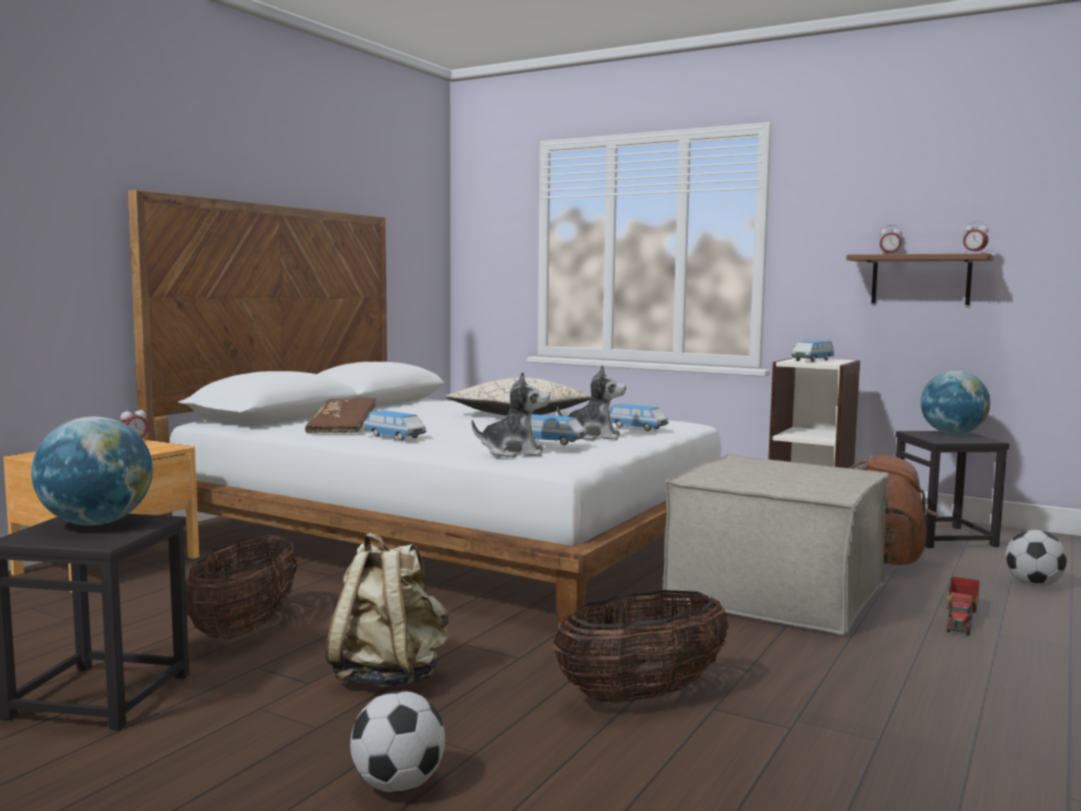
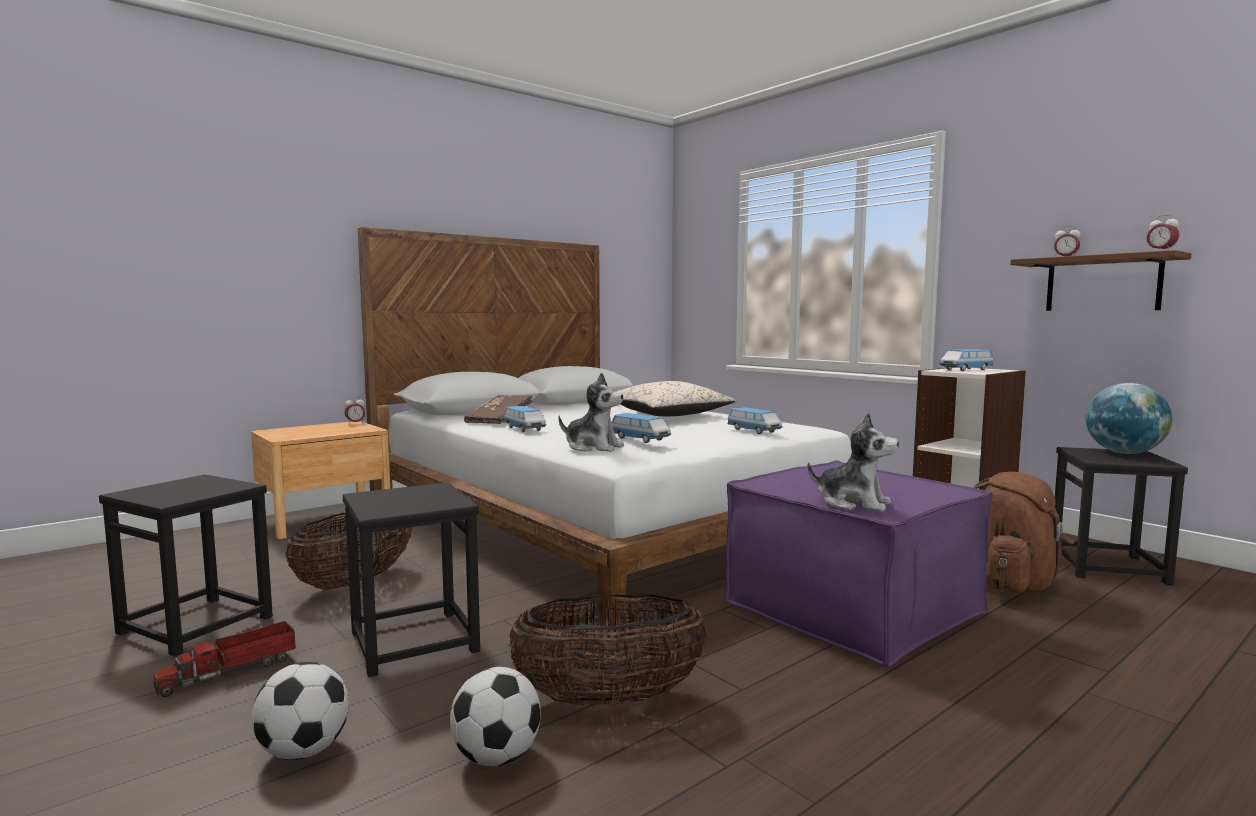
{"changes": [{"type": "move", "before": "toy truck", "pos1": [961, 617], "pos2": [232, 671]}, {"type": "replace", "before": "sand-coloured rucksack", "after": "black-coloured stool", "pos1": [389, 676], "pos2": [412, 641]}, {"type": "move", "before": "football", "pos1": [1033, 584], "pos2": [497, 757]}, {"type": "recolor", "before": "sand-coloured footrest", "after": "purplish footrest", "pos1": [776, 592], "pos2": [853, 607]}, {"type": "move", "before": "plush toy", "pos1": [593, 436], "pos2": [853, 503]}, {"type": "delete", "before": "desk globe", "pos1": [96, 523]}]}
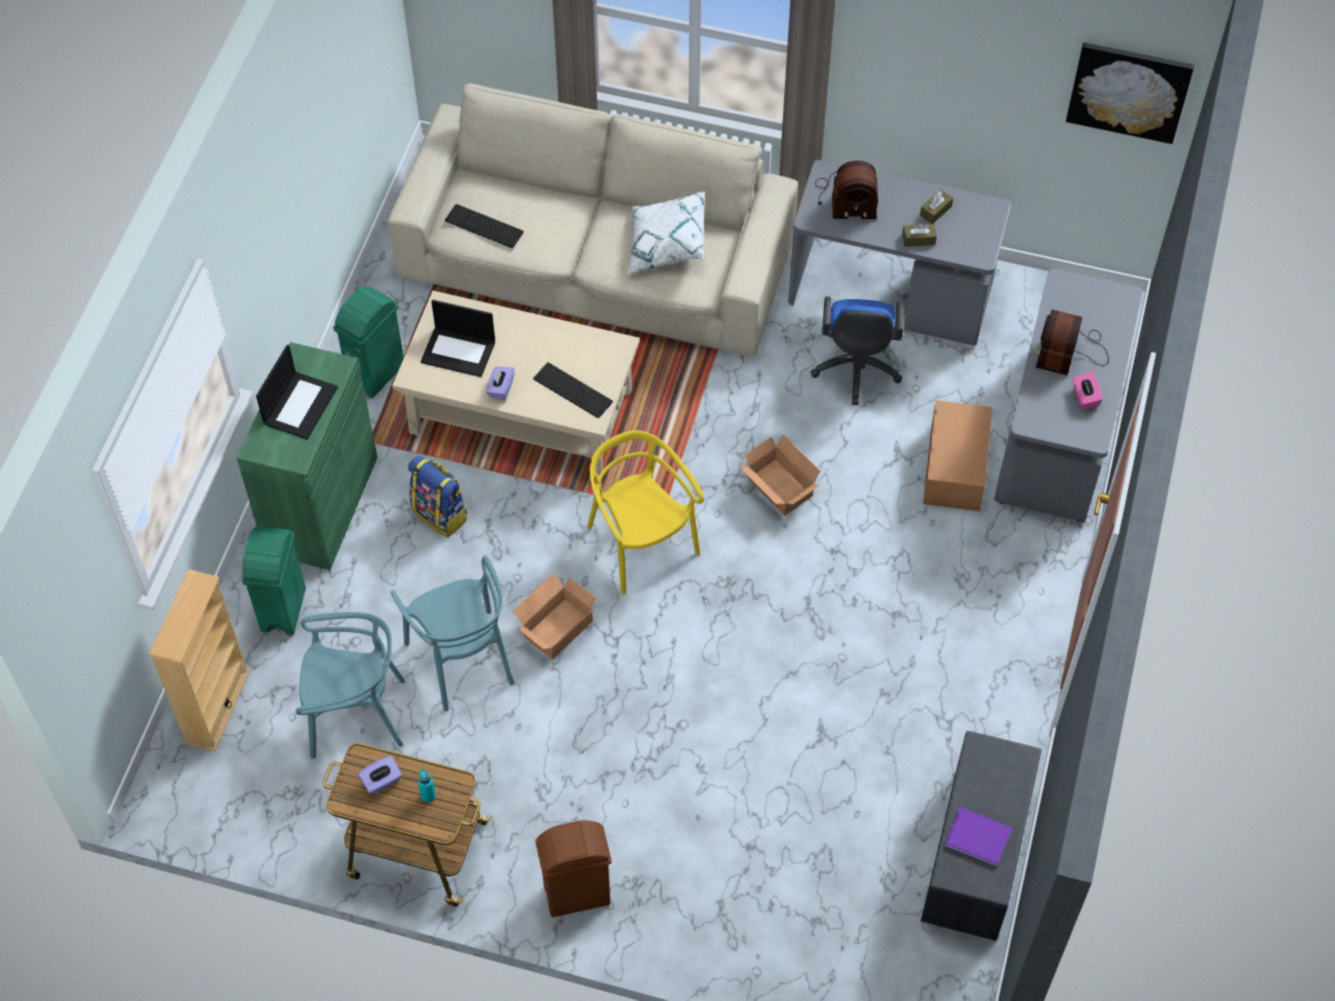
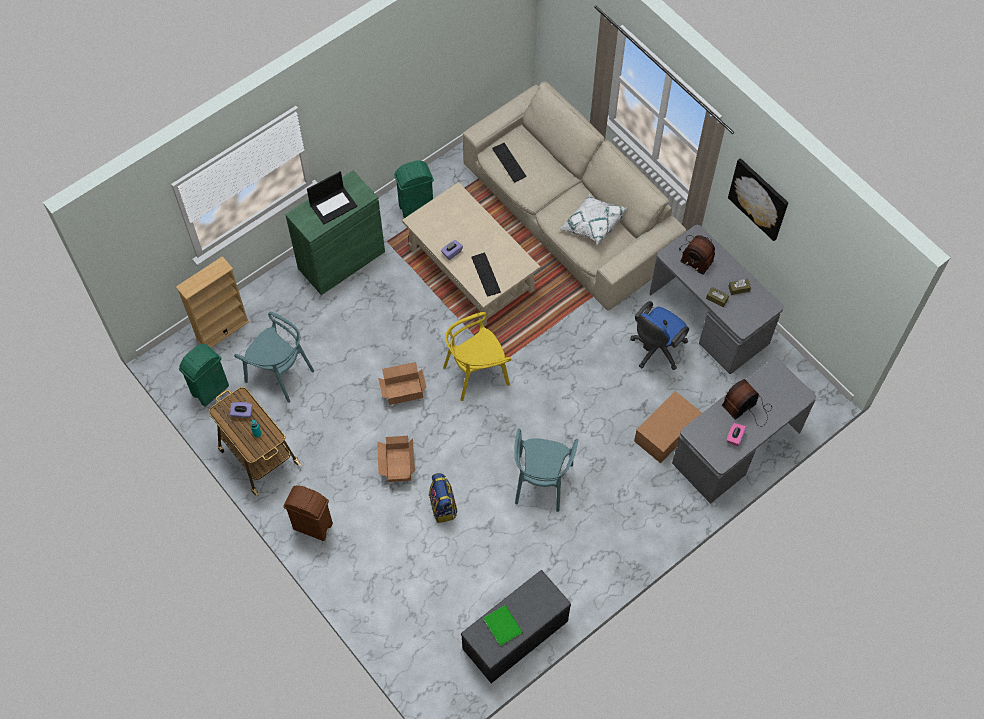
{"changes": [{"type": "move", "before": "greenish trash can", "pos1": [282, 610], "pos2": [210, 390]}, {"type": "move", "before": "carton", "pos1": [779, 490], "pos2": [397, 466]}, {"type": "move", "before": "rucksack", "pos1": [441, 514], "pos2": [443, 506]}, {"type": "rotate", "before": "yellow upright chair", "pos1": [640, 543], "pos2": [476, 373], "turn": -120}, {"type": "recolor", "before": "purplish book", "after": "greenish book", "pos1": [976, 835], "pos2": [503, 624]}, {"type": "move", "before": "turquoise-coloured upright chair", "pos1": [462, 660], "pos2": [541, 482]}, {"type": "move", "before": "picture", "pos1": [1129, 91], "pos2": [759, 198]}, {"type": "delete", "before": "laptop", "pos1": [459, 351]}]}
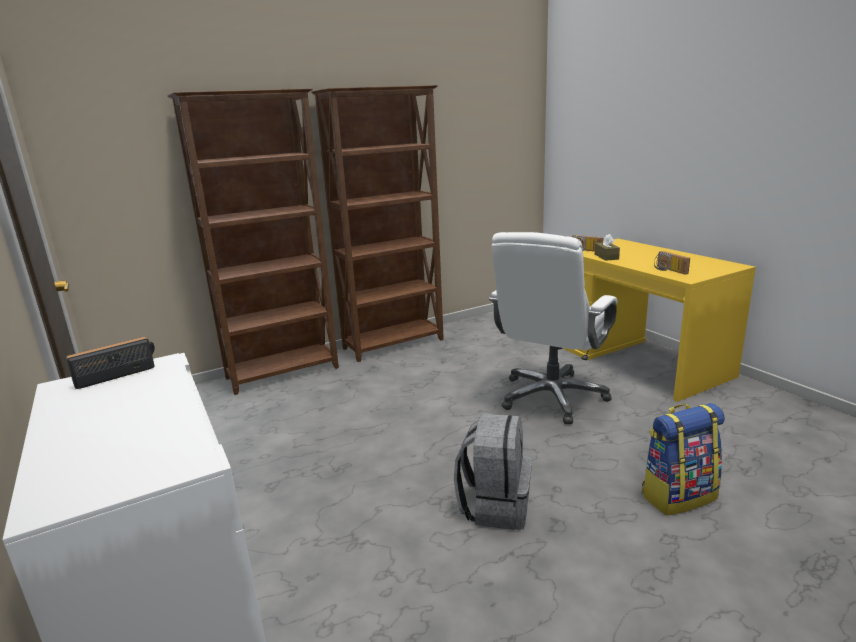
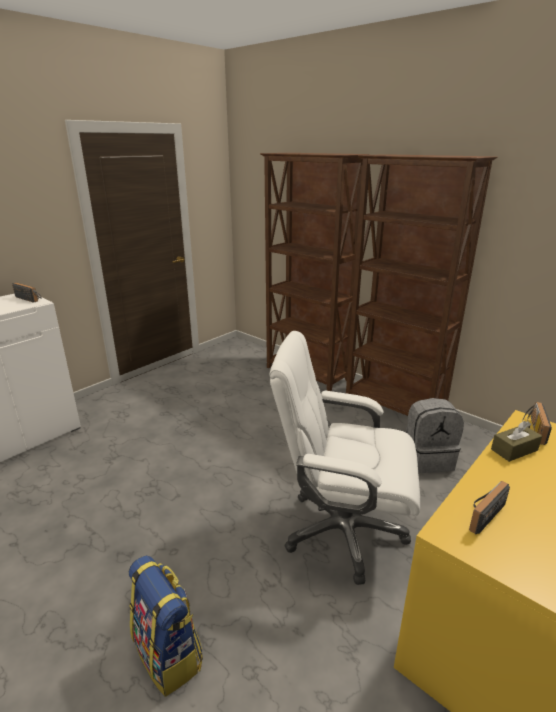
{"changes": [{"type": "move", "before": "grey rucksack", "pos1": [495, 506], "pos2": [427, 459]}]}
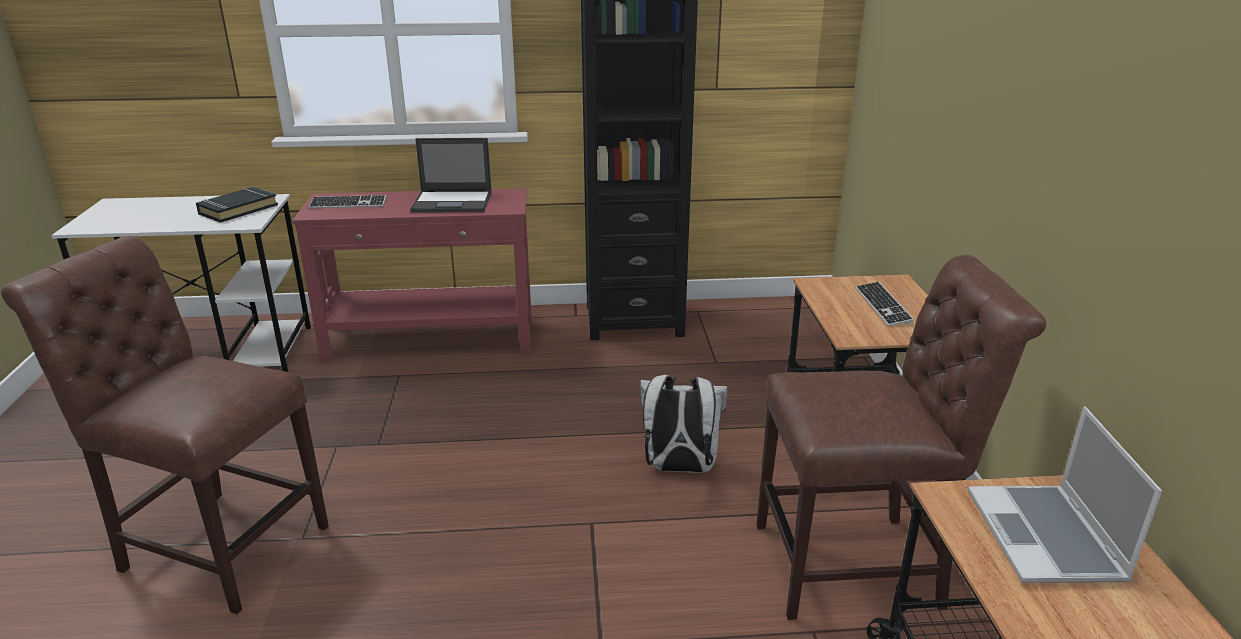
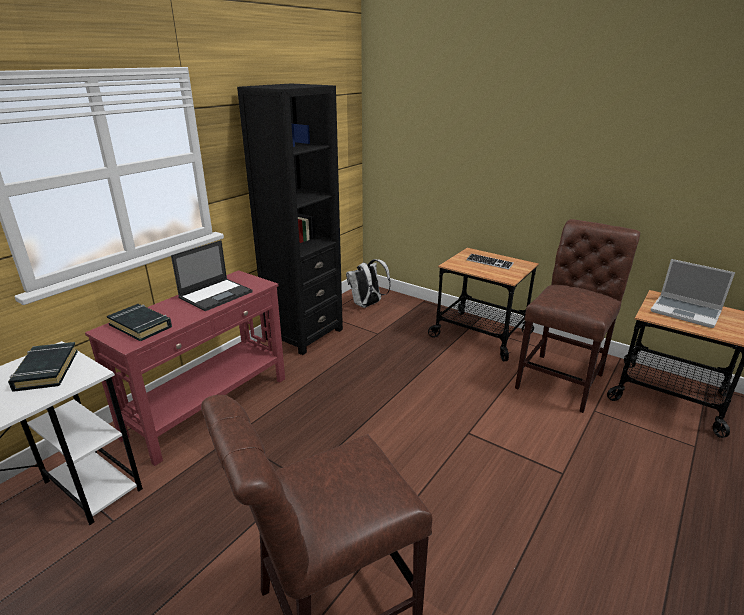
{"changes": [{"type": "replace", "before": "keyboard", "after": "black-coloured book", "pos1": [348, 204], "pos2": [141, 326]}, {"type": "move", "before": "white rucksack", "pos1": [679, 468], "pos2": [367, 305]}]}
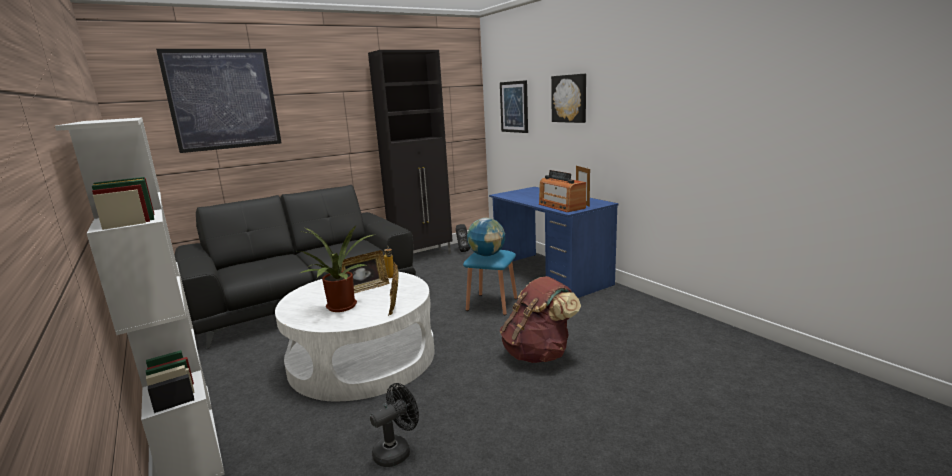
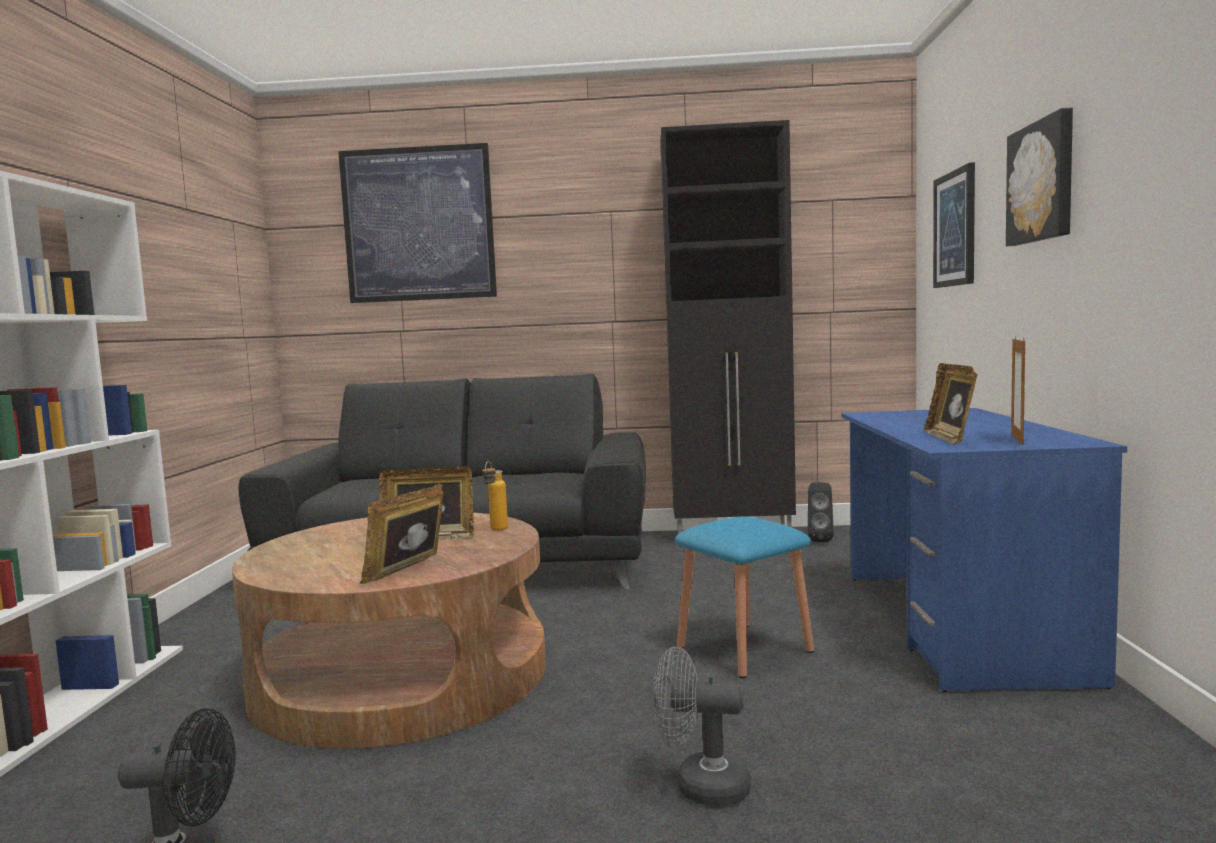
{"changes": [{"type": "recolor", "before": "white coffee table", "after": "brownish coffee table", "pos1": [362, 357], "pos2": [402, 674]}, {"type": "replace", "before": "brownish rucksack", "after": "grey cooling fan", "pos1": [538, 354], "pos2": [700, 786]}, {"type": "replace", "before": "radio receiver", "after": "picture frame", "pos1": [561, 206], "pos2": [950, 438]}, {"type": "delete", "before": "houseplant", "pos1": [341, 308]}, {"type": "delete", "before": "desk globe", "pos1": [487, 255]}]}
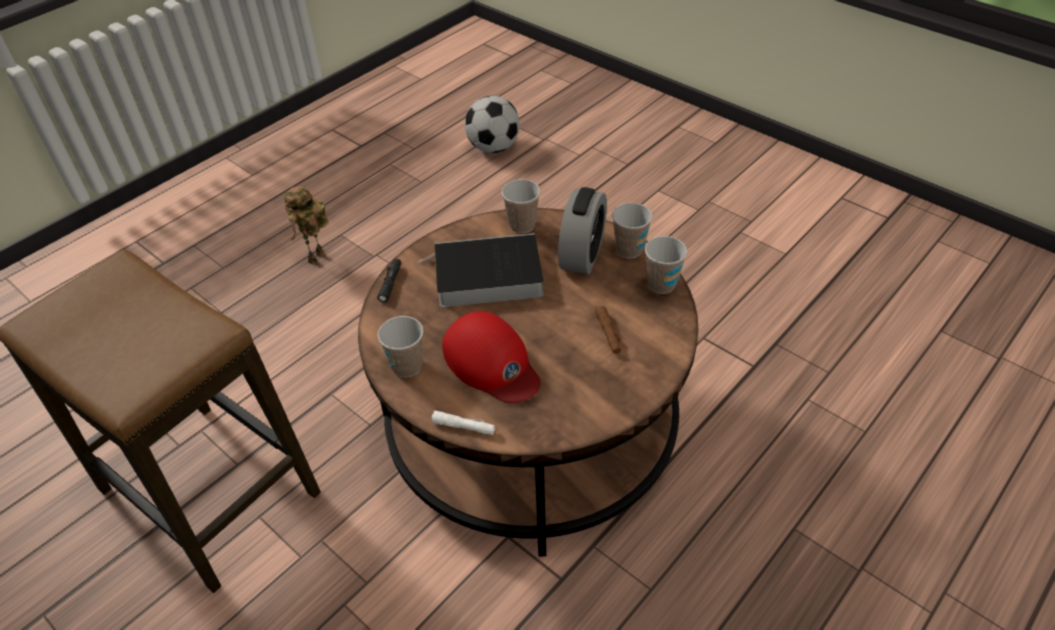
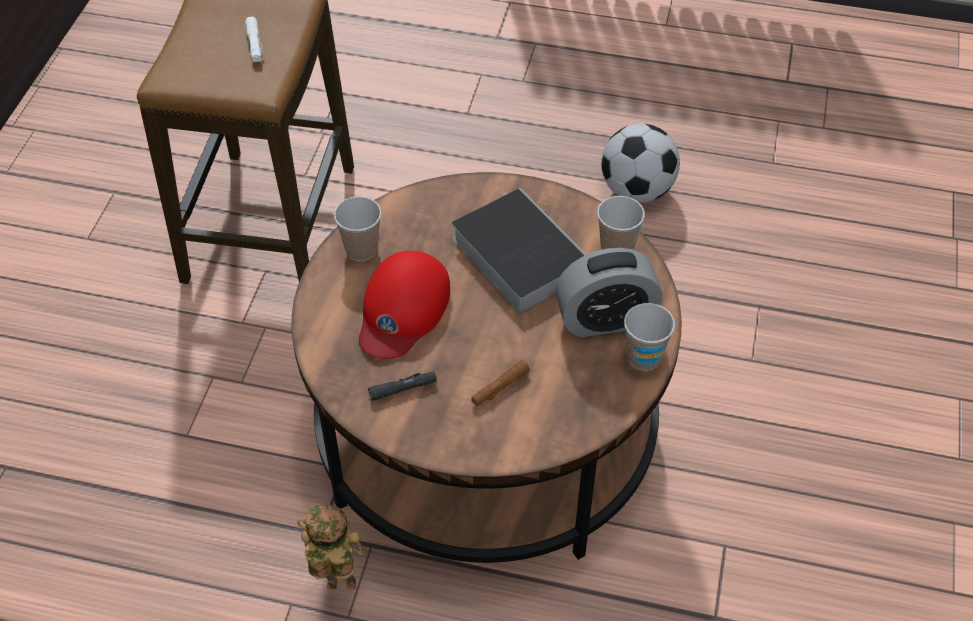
{"changes": [{"type": "move", "before": "white hand torch", "pos1": [464, 426], "pos2": [255, 44]}, {"type": "move", "before": "toy robot", "pos1": [317, 259], "pos2": [338, 588]}, {"type": "move", "before": "black-coloured hand torch", "pos1": [390, 283], "pos2": [403, 388]}, {"type": "move", "before": "football", "pos1": [494, 147], "pos2": [637, 190]}, {"type": "delete", "before": "drinking cup", "pos1": [661, 284]}]}
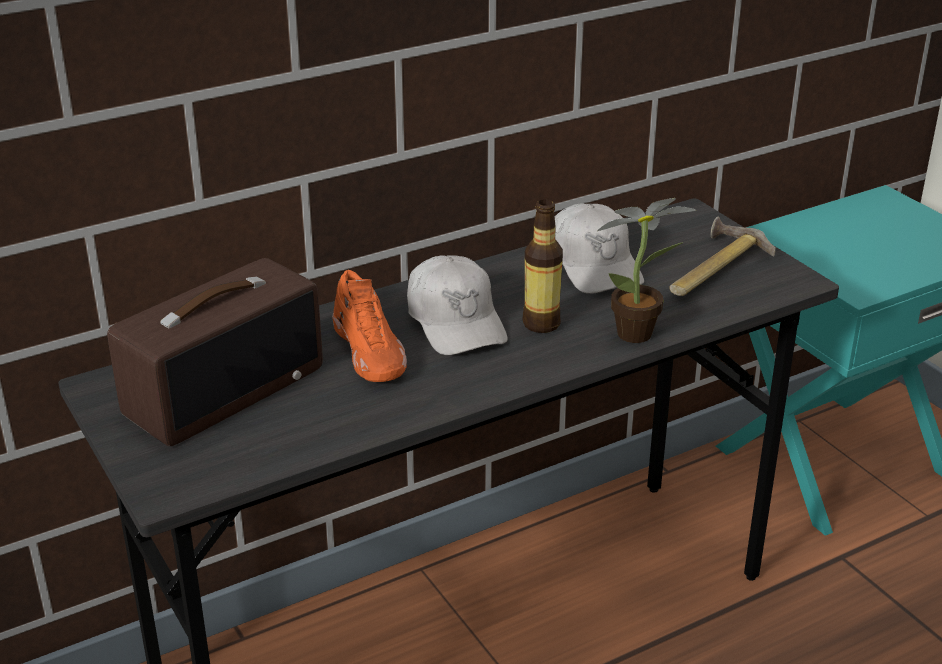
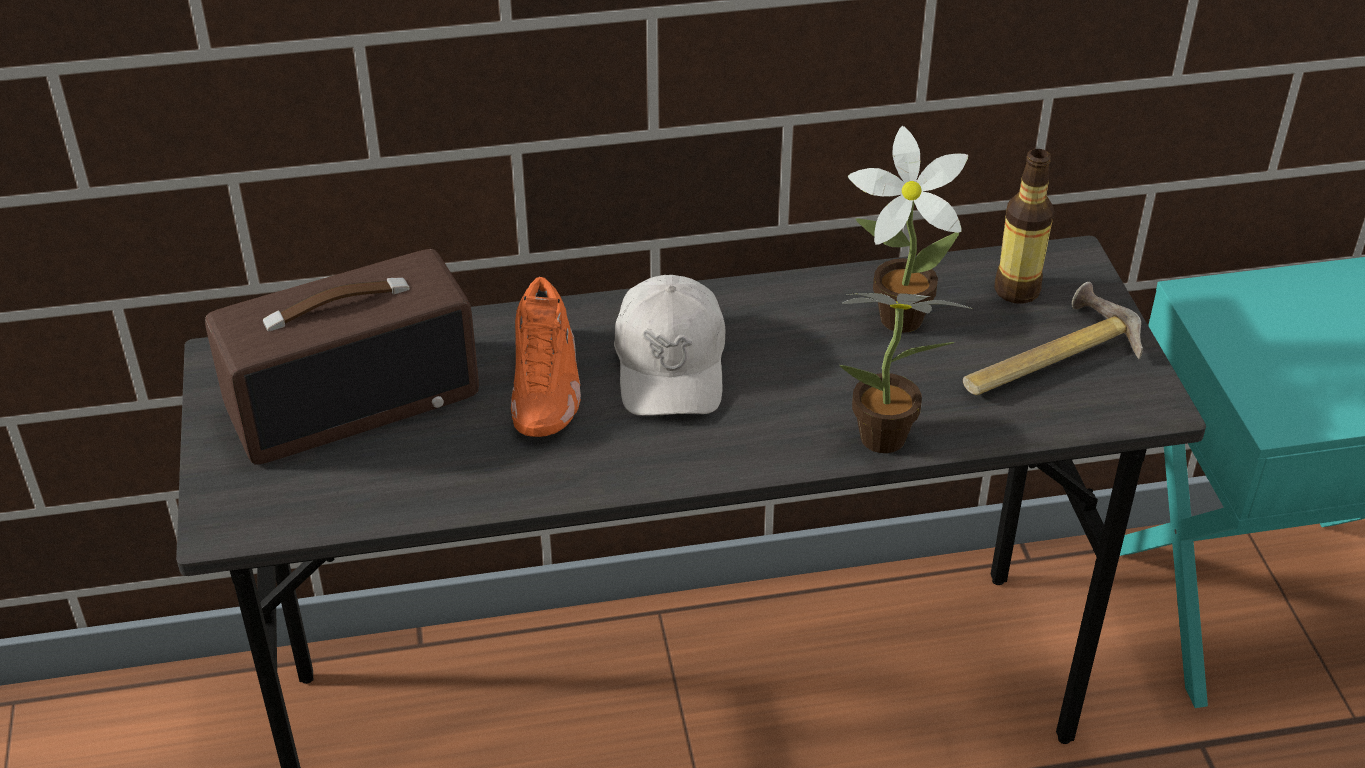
{"changes": [{"type": "replace", "before": "white baseball cap", "after": "houseplant", "pos1": [594, 265], "pos2": [893, 316]}, {"type": "move", "before": "bottle", "pos1": [541, 324], "pos2": [1016, 290]}]}
